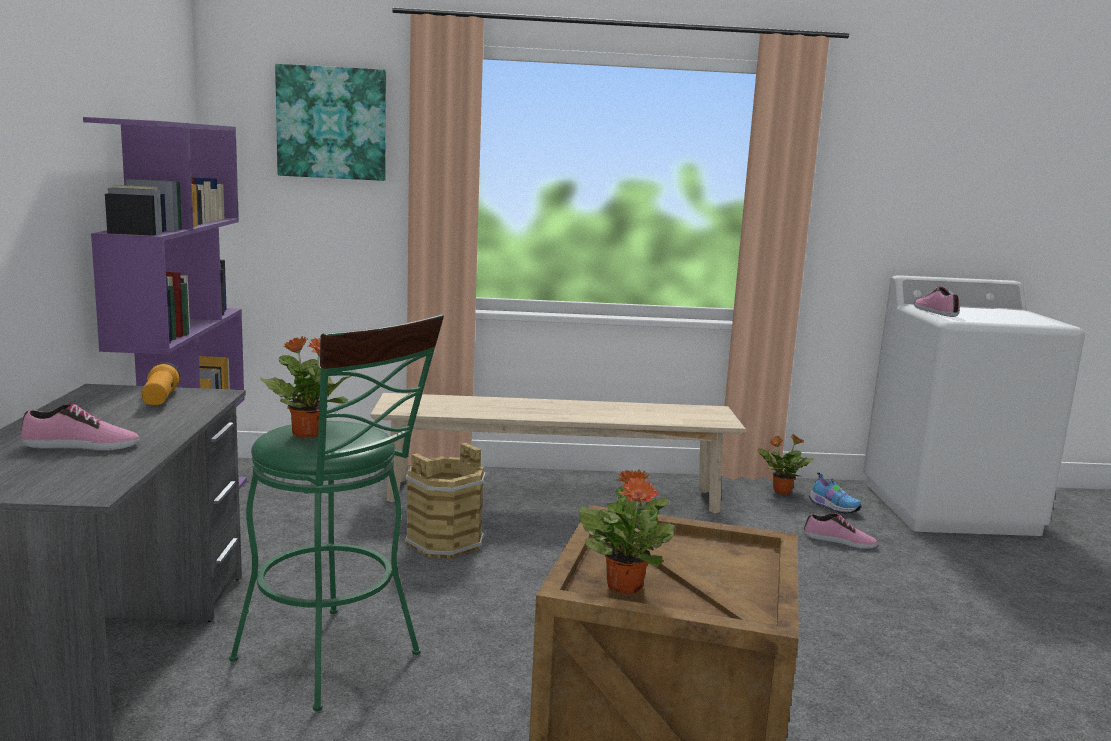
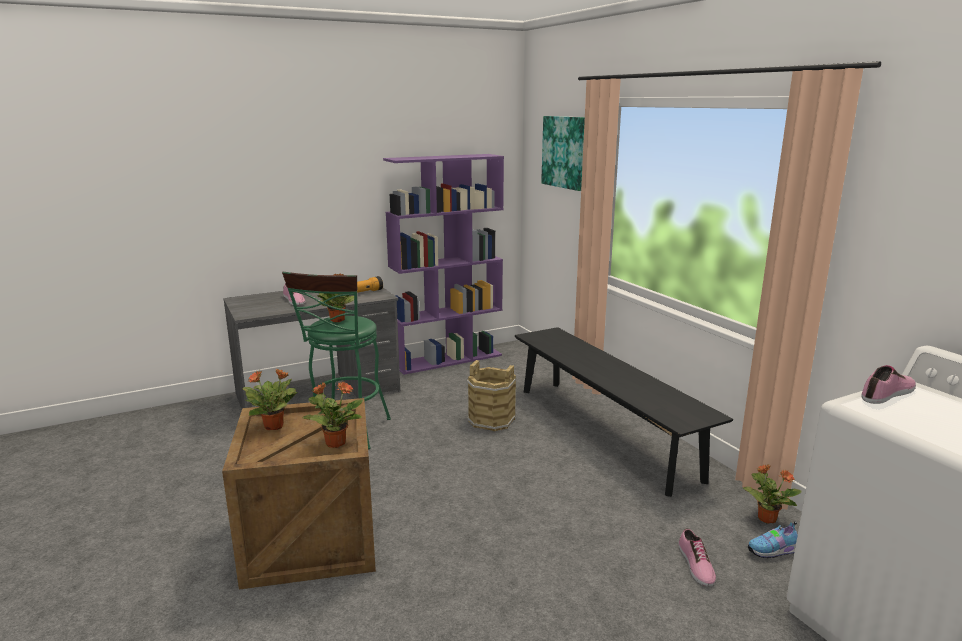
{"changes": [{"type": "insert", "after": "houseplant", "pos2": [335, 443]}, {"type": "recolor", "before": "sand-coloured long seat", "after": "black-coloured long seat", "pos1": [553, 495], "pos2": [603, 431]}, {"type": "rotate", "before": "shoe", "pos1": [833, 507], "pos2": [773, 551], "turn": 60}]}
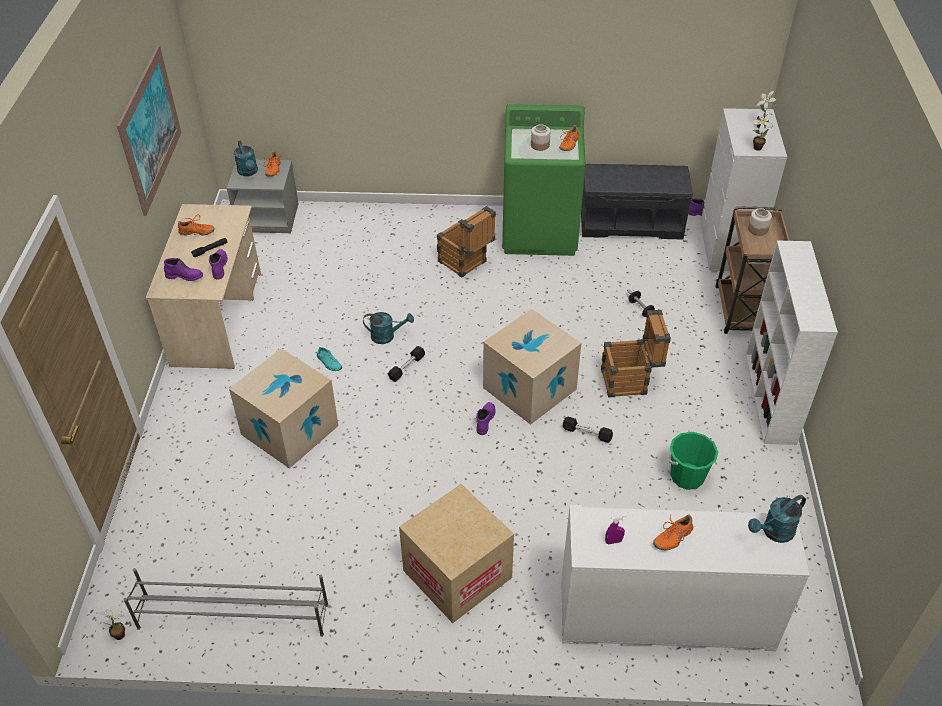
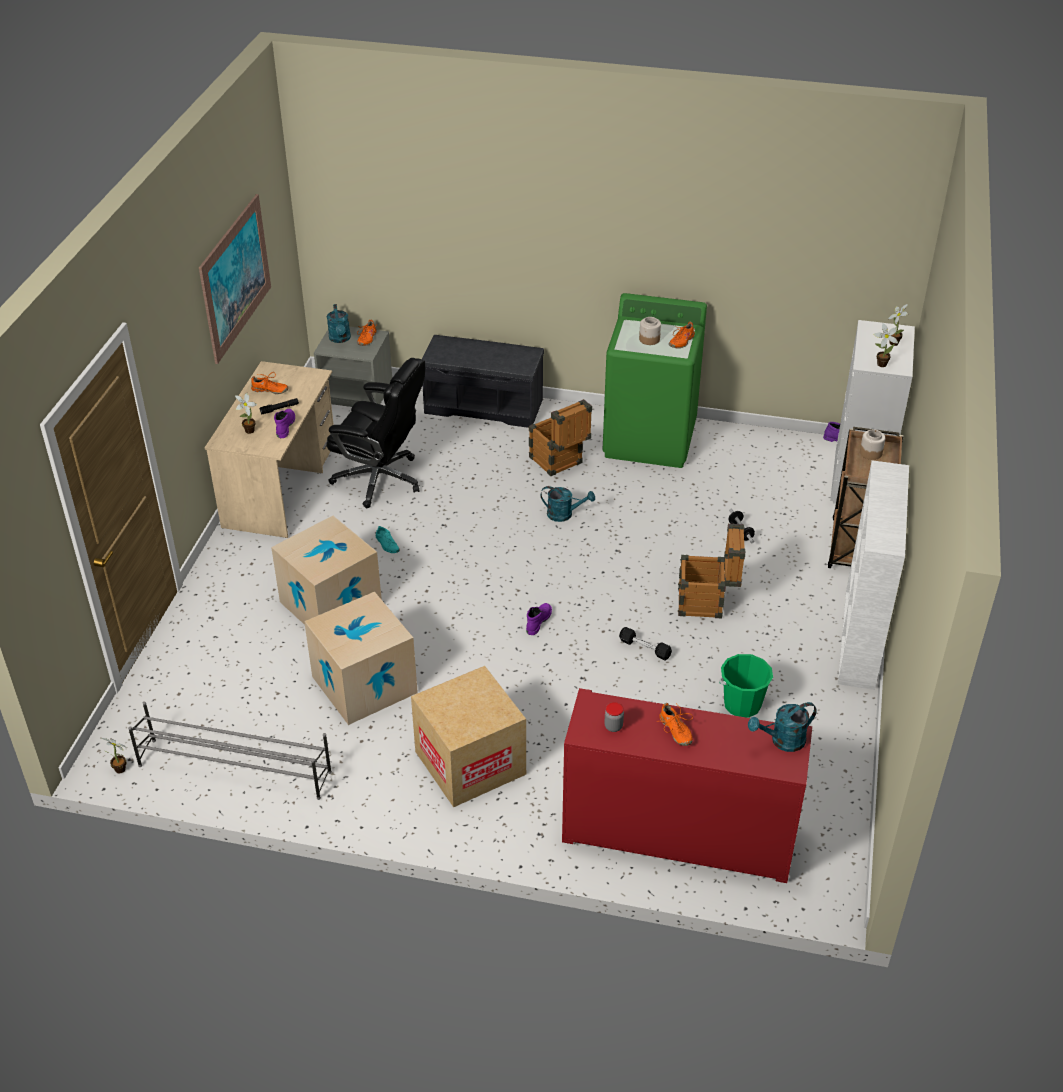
{"changes": [{"type": "replace", "before": "purplish boot", "after": "houseplant", "pos1": [185, 276], "pos2": [248, 431]}, {"type": "move", "before": "carton", "pos1": [529, 388], "pos2": [364, 684]}, {"type": "insert", "after": "black-coloured computer chair", "pos2": [380, 479]}, {"type": "move", "before": "grey long seat", "pos1": [632, 223], "pos2": [485, 406]}, {"type": "move", "before": "turquoise-coloured watering pot", "pos1": [387, 336], "pos2": [564, 514]}, {"type": "recolor", "before": "white cabinet", "after": "reddish cabinet", "pos1": [665, 616], "pos2": [678, 833]}, {"type": "replace", "before": "purplish hand sprayer", "after": "jar", "pos1": [613, 541], "pos2": [613, 726]}, {"type": "rotate", "before": "orange-coloured shoe", "pos1": [672, 537], "pos2": [675, 731], "turn": -90}, {"type": "delete", "before": "black-coloured hand weight", "pos1": [406, 367]}]}
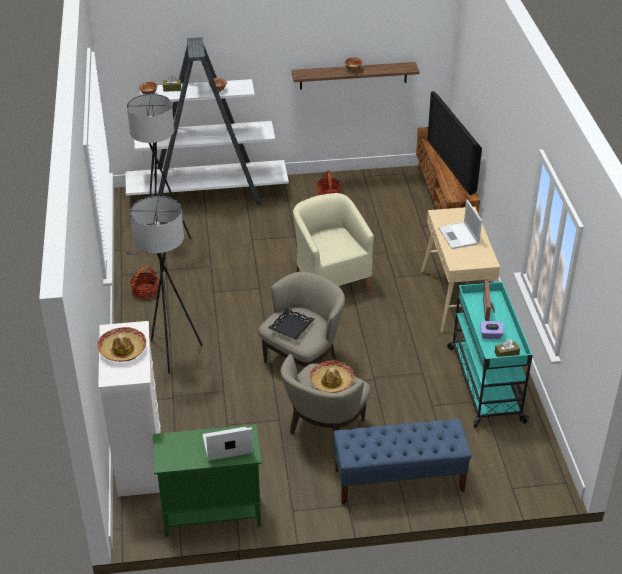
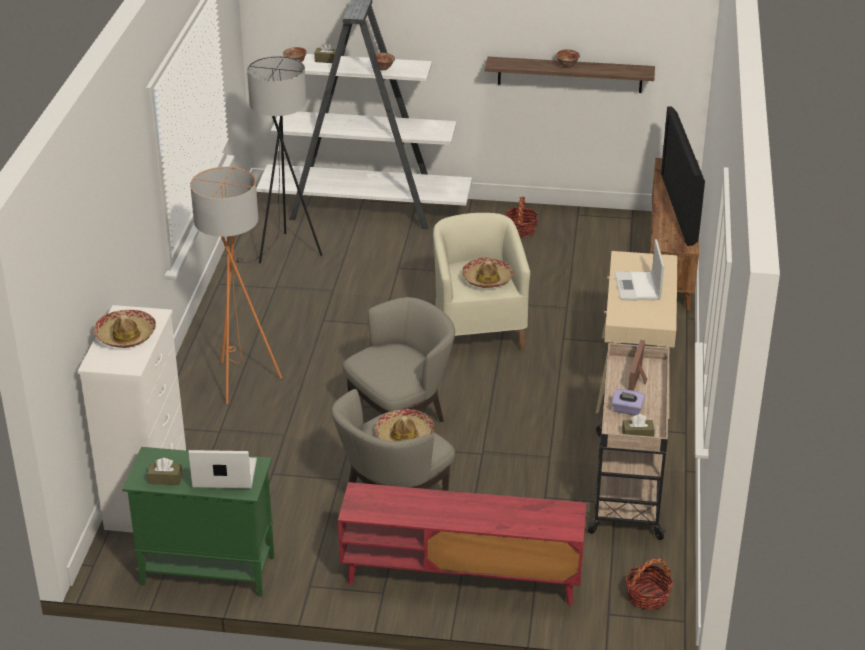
{"changes": [{"type": "insert", "after": "brownish tissue holder", "pos2": [165, 479]}, {"type": "recolor", "before": "grey standing lamp", "after": "orange-coloured standing lamp", "pos1": [170, 351], "pos2": [239, 379]}, {"type": "replace", "before": "blue long seat", "after": "reddish tv unit", "pos1": [398, 480], "pos2": [461, 577]}, {"type": "insert", "after": "clothing hat", "pos2": [487, 279]}, {"type": "recolor", "before": "turquoise-coloured trolley", "after": "sand-coloured trolley", "pos1": [484, 383], "pos2": [628, 483]}, {"type": "move", "before": "household basket", "pos1": [145, 291], "pos2": [647, 596]}, {"type": "delete", "before": "black-coloured serving tray", "pos1": [291, 326]}]}
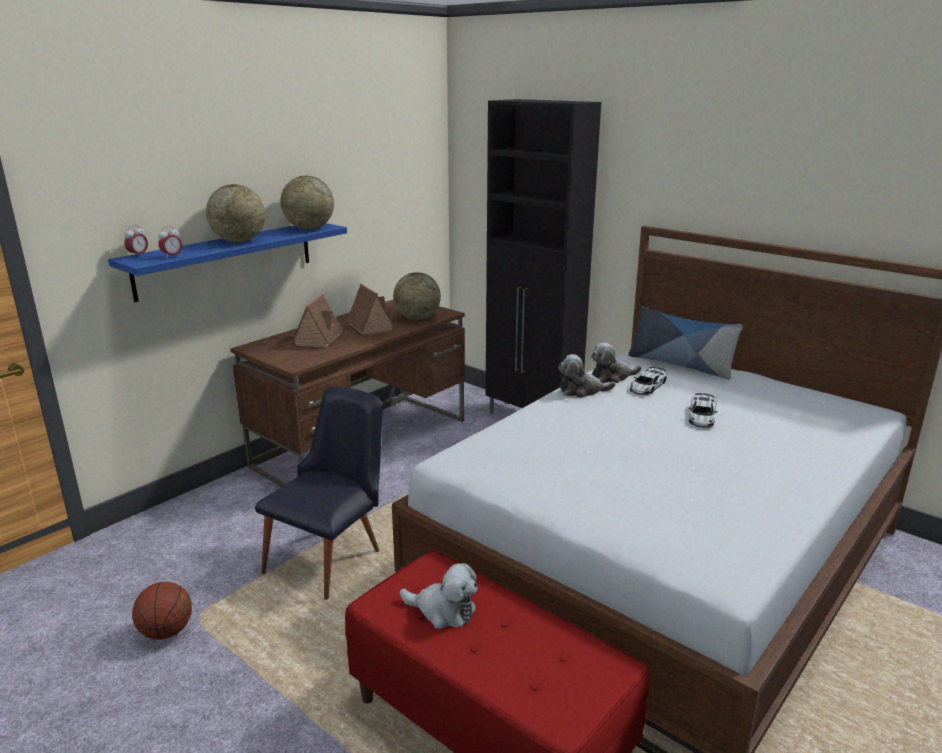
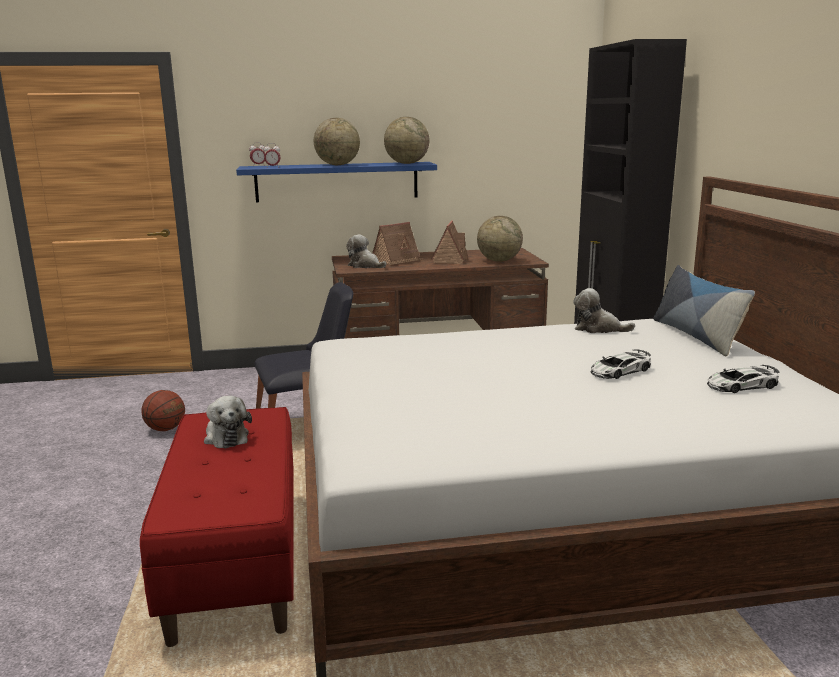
{"changes": [{"type": "move", "before": "plush toy", "pos1": [582, 390], "pos2": [365, 266]}, {"type": "move", "before": "toy car", "pos1": [647, 386], "pos2": [741, 386]}]}
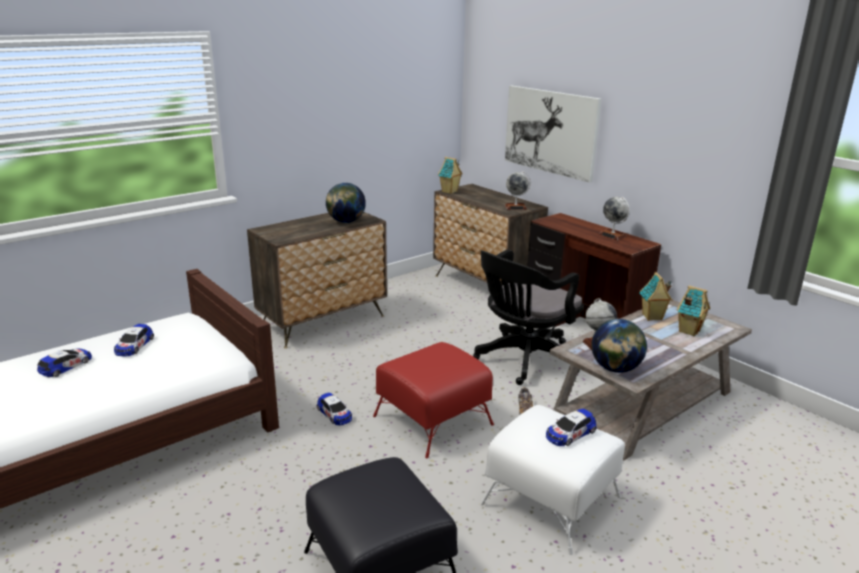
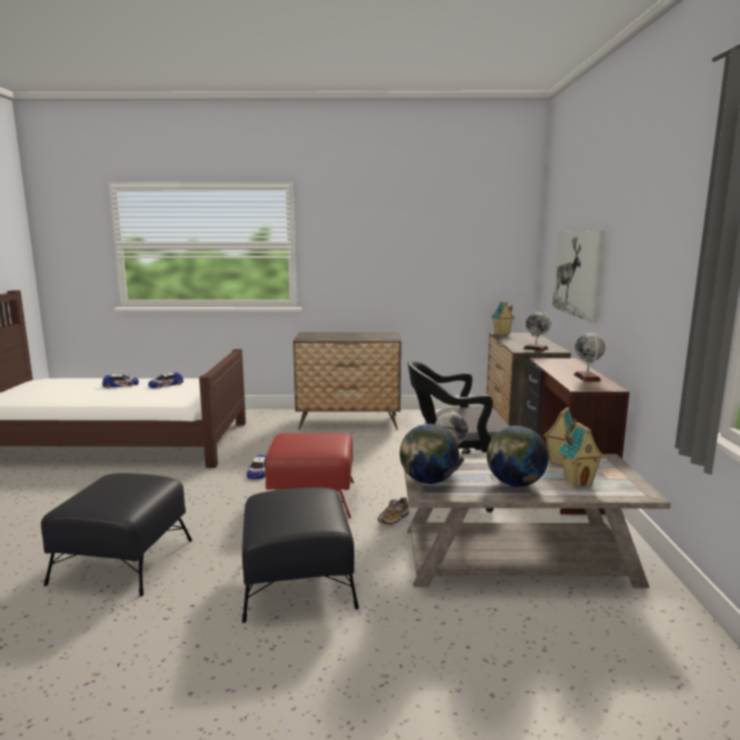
{"changes": [{"type": "recolor", "before": "white footrest", "after": "black-coloured footrest", "pos1": [551, 501], "pos2": [297, 582]}, {"type": "move", "before": "desk globe", "pos1": [346, 222], "pos2": [515, 484]}, {"type": "delete", "before": "toy car", "pos1": [570, 433]}]}
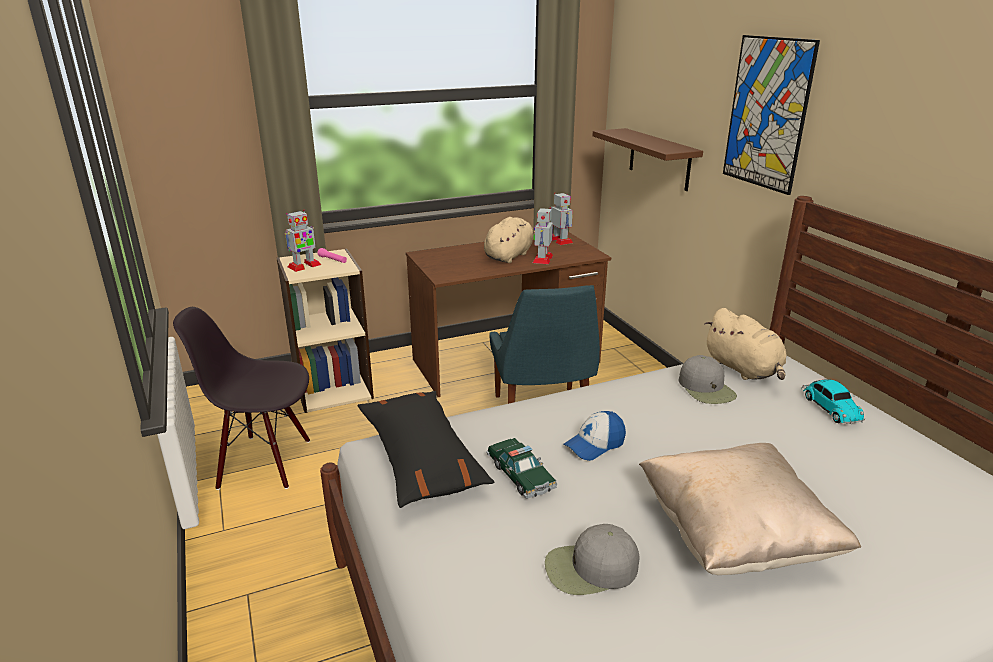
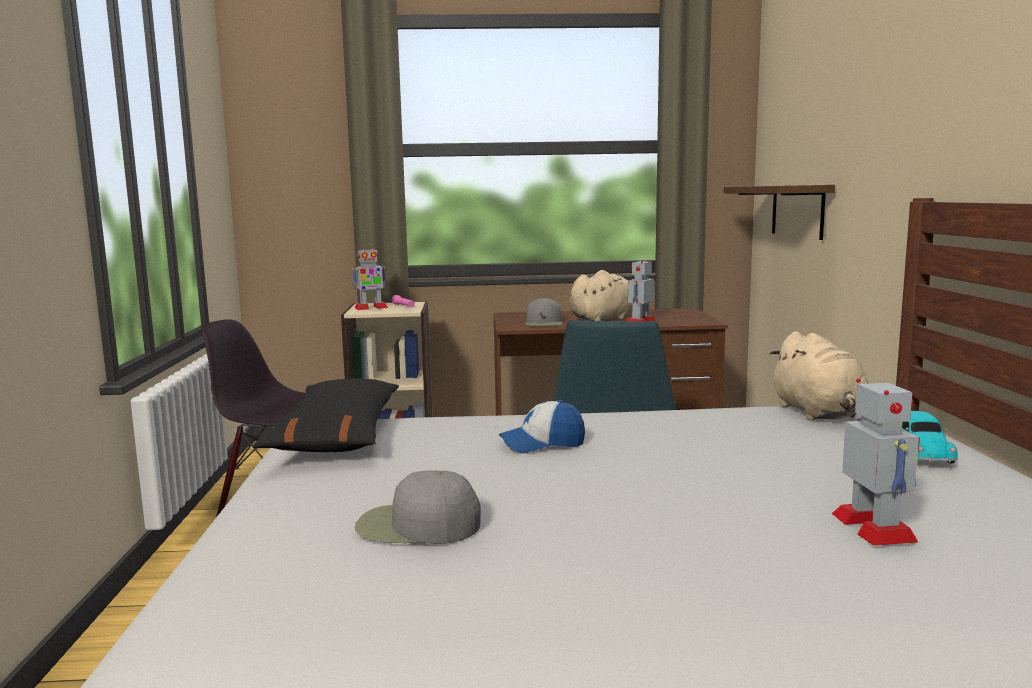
{"changes": [{"type": "move", "before": "grey baseball cap", "pos1": [706, 388], "pos2": [544, 323]}, {"type": "move", "before": "toy robot", "pos1": [560, 240], "pos2": [874, 528]}, {"type": "delete", "before": "toy car", "pos1": [520, 475]}, {"type": "delete", "before": "sand-coloured throw pillow", "pos1": [735, 537]}, {"type": "delete", "before": "picture", "pos1": [767, 113]}]}
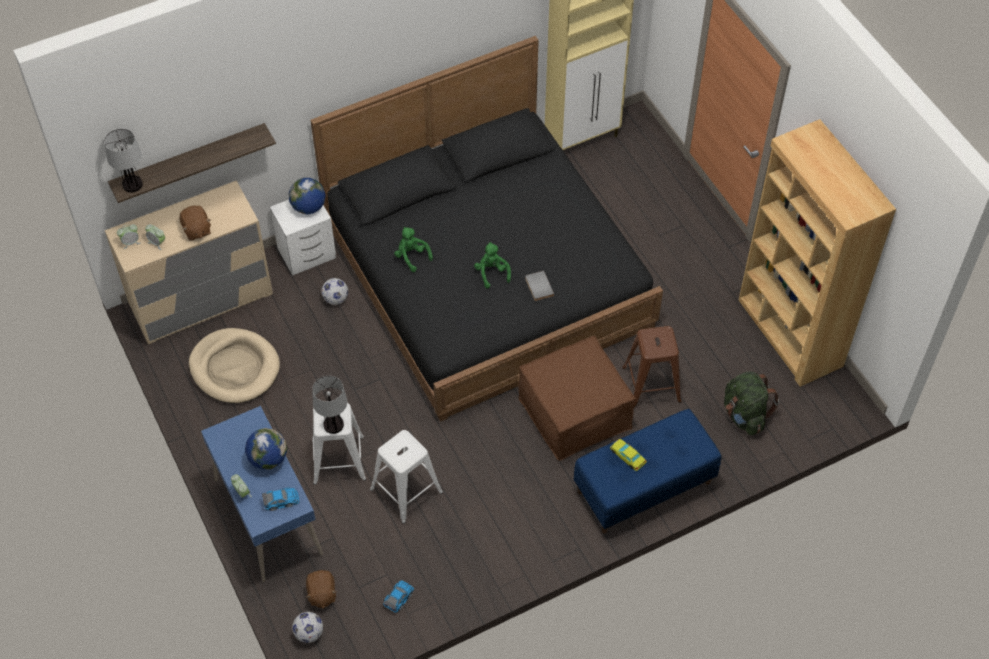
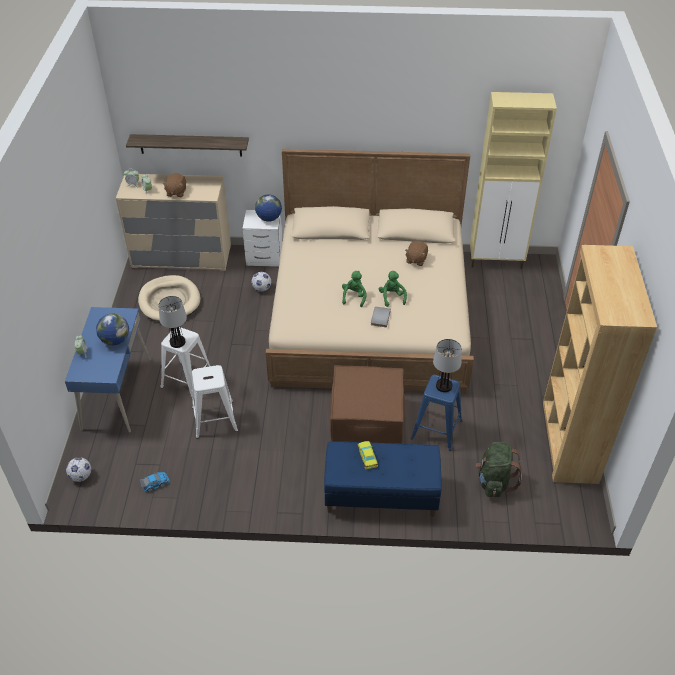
{"changes": [{"type": "recolor", "before": "black-coloured bed", "after": "sand-coloured bed", "pos1": [487, 276], "pos2": [370, 315]}, {"type": "move", "before": "greenish plush toy", "pos1": [412, 256], "pos2": [392, 297]}, {"type": "move", "before": "brownish plush toy", "pos1": [321, 594], "pos2": [416, 259]}, {"type": "recolor", "before": "brownish stool", "after": "blue stool", "pos1": [652, 385], "pos2": [437, 430]}, {"type": "move", "before": "table lamp", "pos1": [132, 185], "pos2": [443, 386]}, {"type": "delete", "before": "toy car", "pos1": [281, 501]}]}
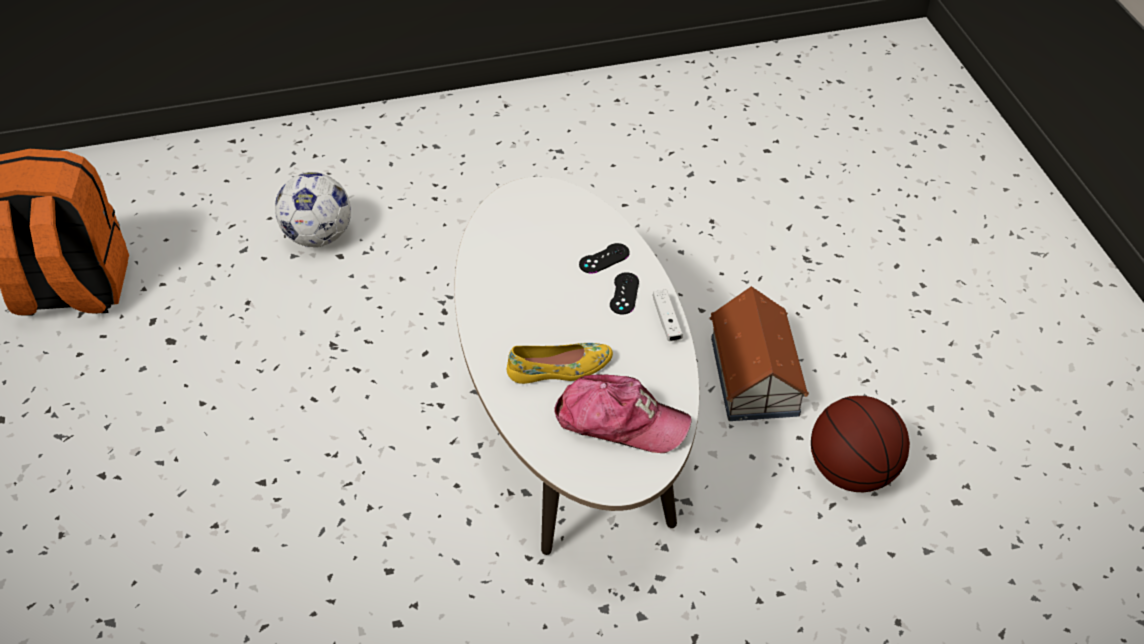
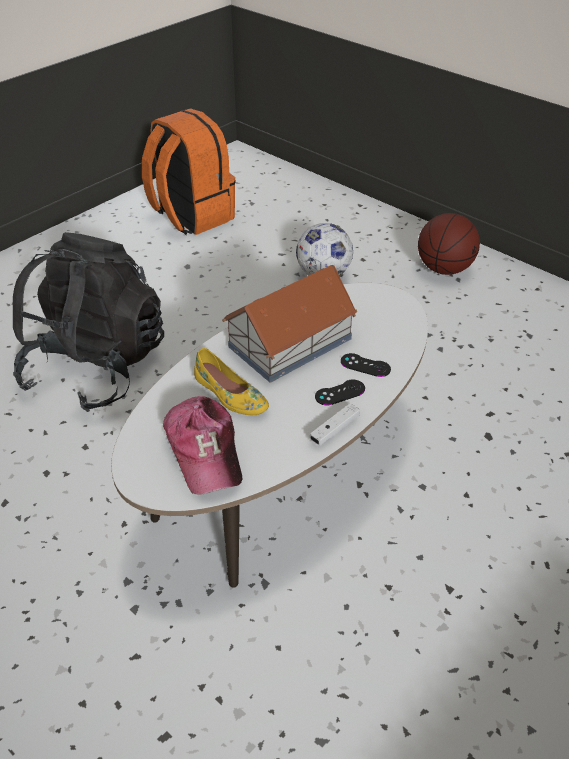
{"changes": [{"type": "insert", "after": "black-coloured rucksack", "pos2": [96, 368]}, {"type": "move", "before": "model house", "pos1": [755, 375], "pos2": [291, 342]}, {"type": "move", "before": "ball for basketball", "pos1": [852, 472], "pos2": [444, 269]}]}
